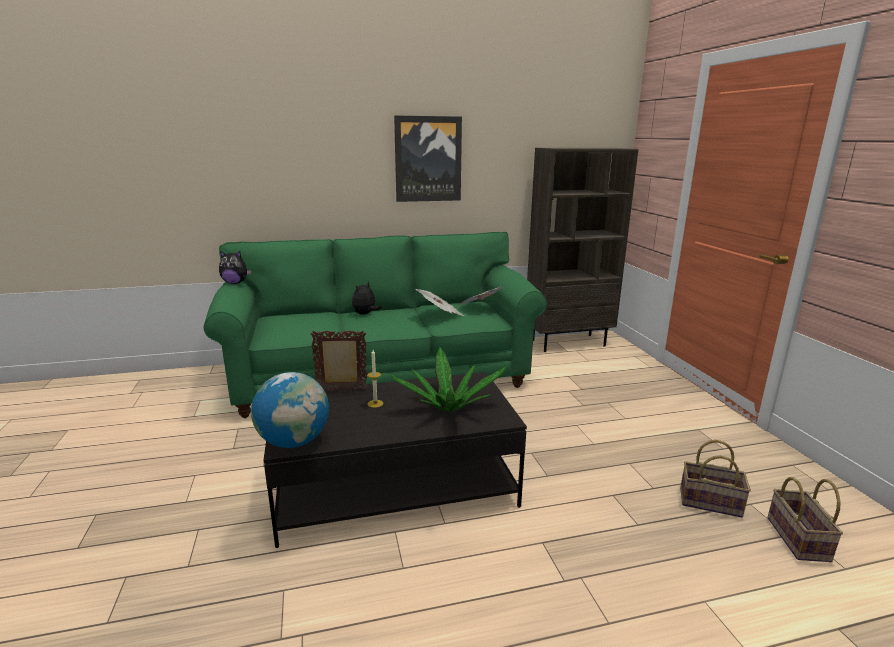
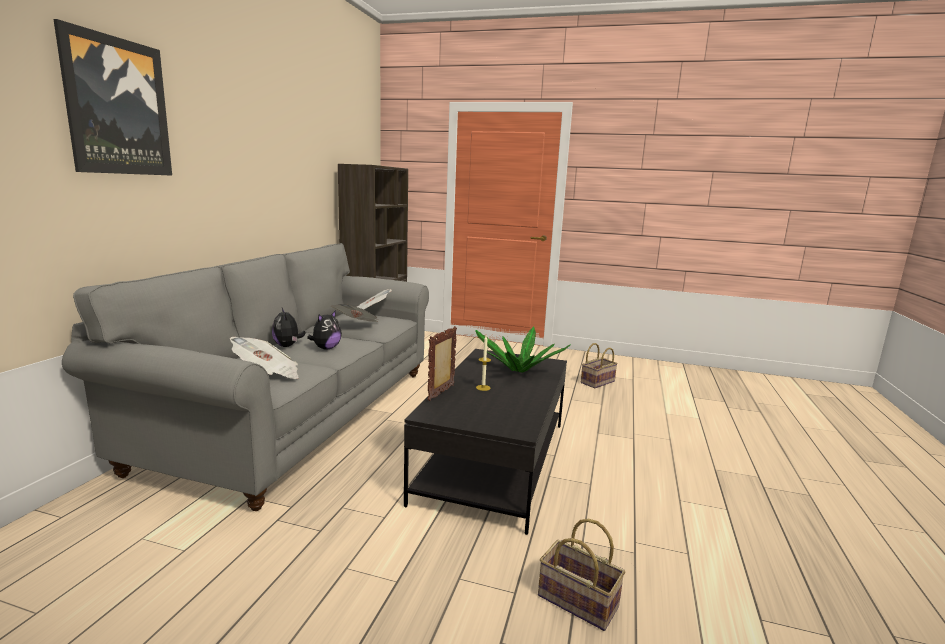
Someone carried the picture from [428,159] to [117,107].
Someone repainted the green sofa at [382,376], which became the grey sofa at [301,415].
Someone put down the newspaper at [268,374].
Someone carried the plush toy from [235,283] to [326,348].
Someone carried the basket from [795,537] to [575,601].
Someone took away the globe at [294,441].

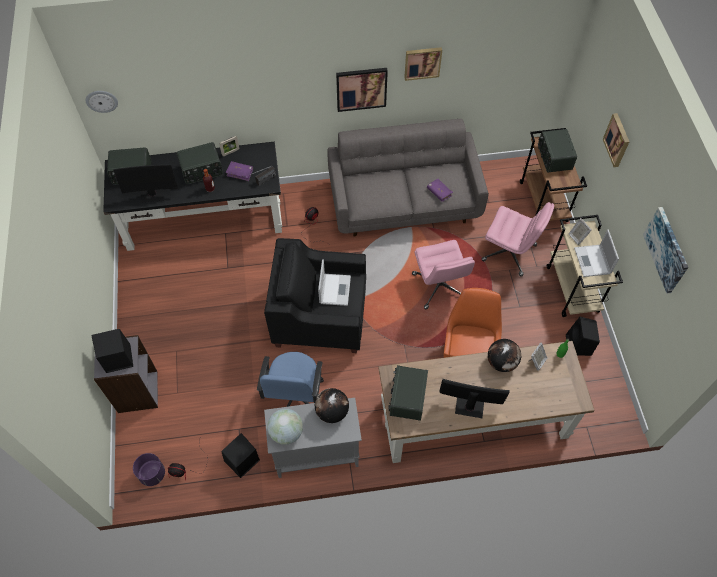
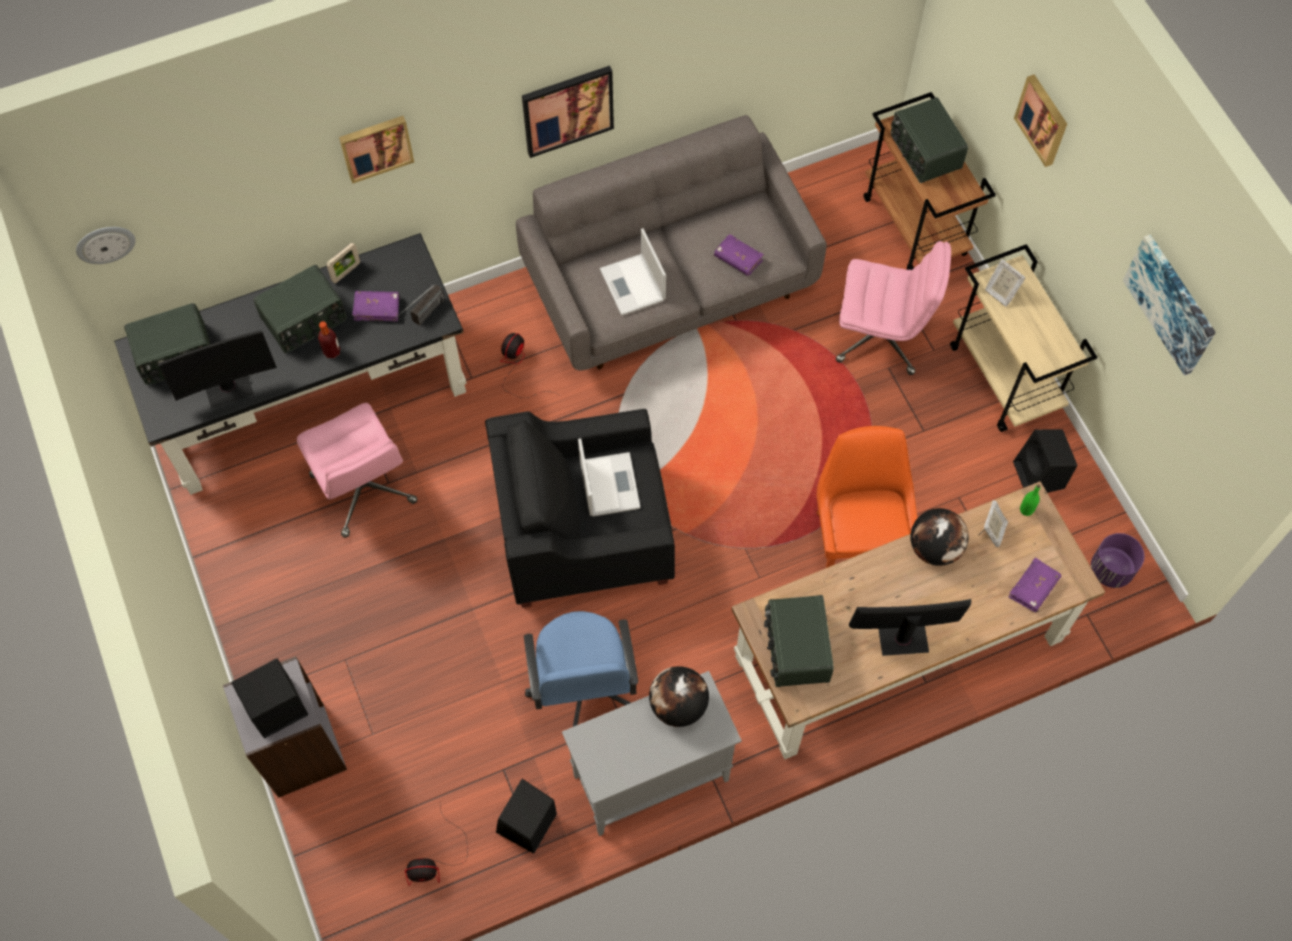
Someone carried the pink office chair from [439,287] to [364,489].
Someone carried the picture from [422,62] to [376,146].
Someone carried the laptop from [592,261] to [633,285].
Someone put down the purple book at [1033,588].
Someone carried the purple planter from [152,474] to [1111,570].
Someone took away the globe at [286,432].

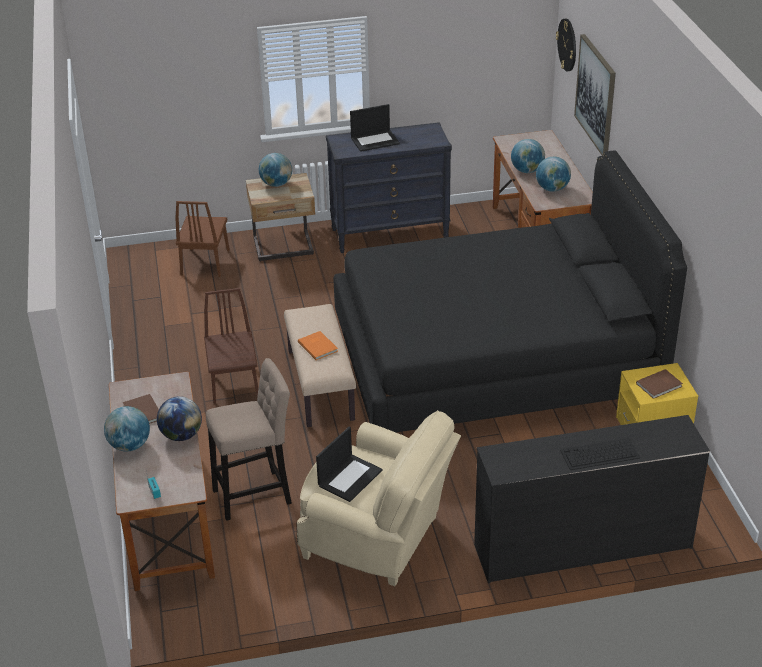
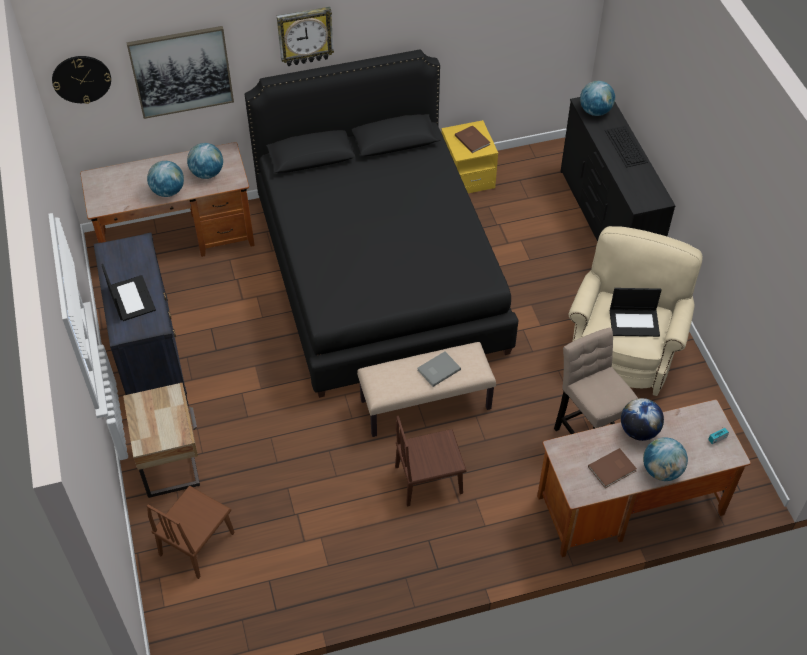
Someone rotated the brown chair at [205,262] by 120 degrees clockwise.
Someone put up the wall clock at [305,36].
Someone repainted the orange book at [318,346], which became the grey book at [437,369].
Someone carried the globe from [276,184] to [595,111].
Someone rotated the laptop at [350,477] by 150 degrees clockwise.

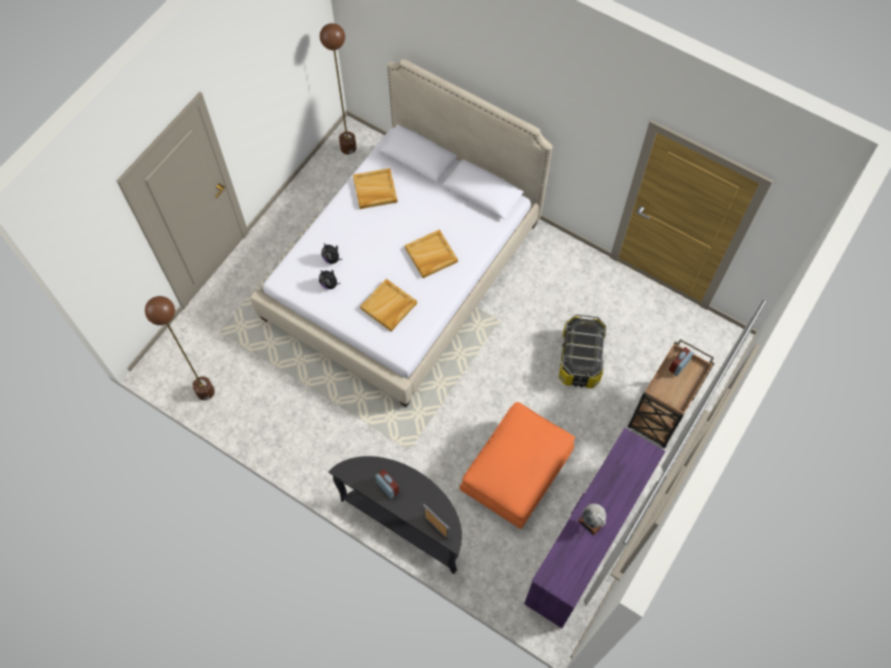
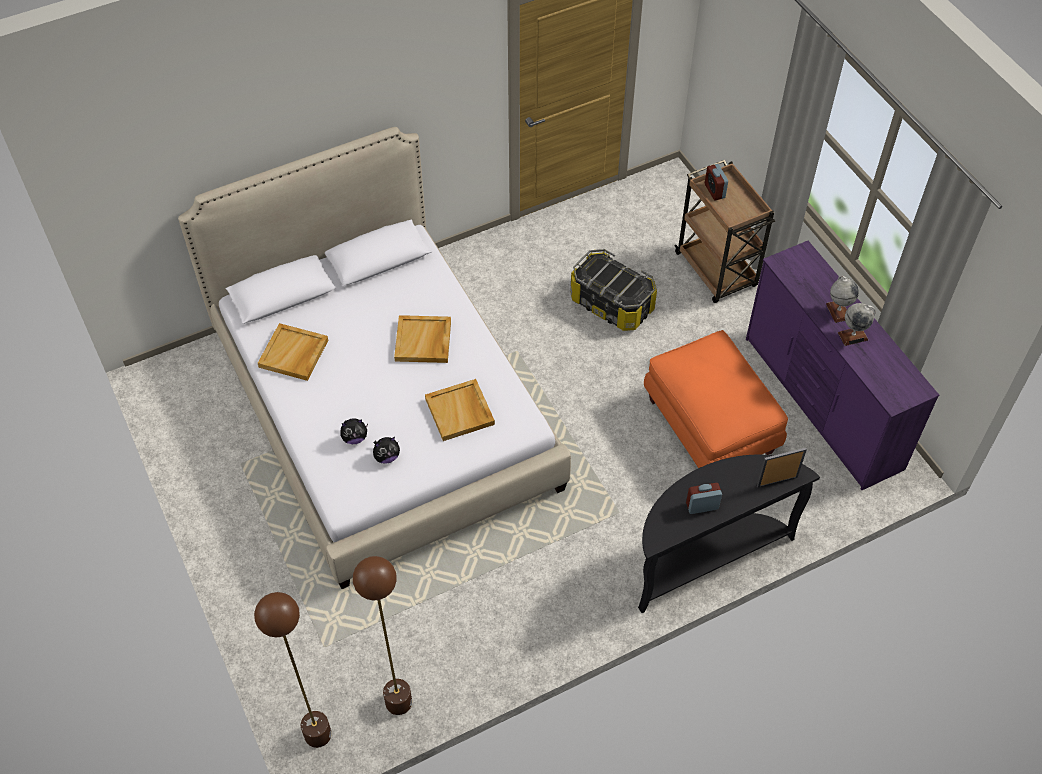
Someone carried the brown floor lamp from [348,148] to [317,734].
Someone put down the globe at [838,311].

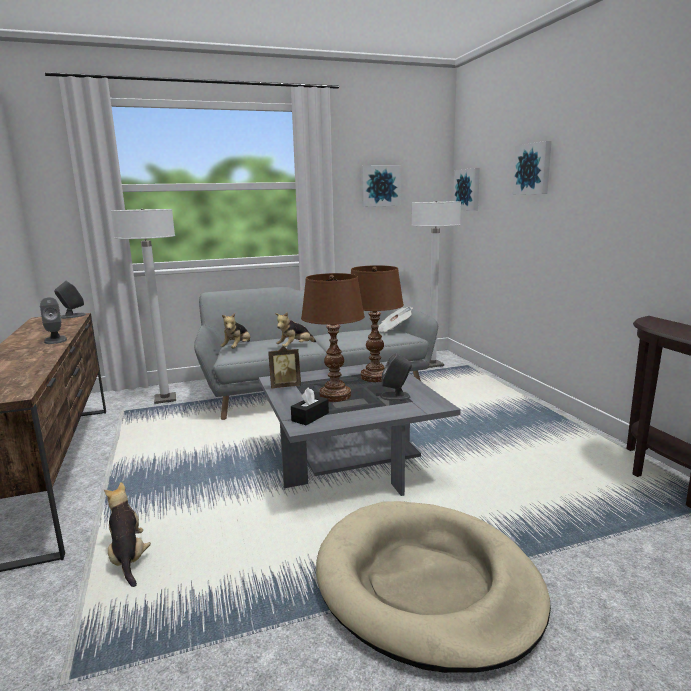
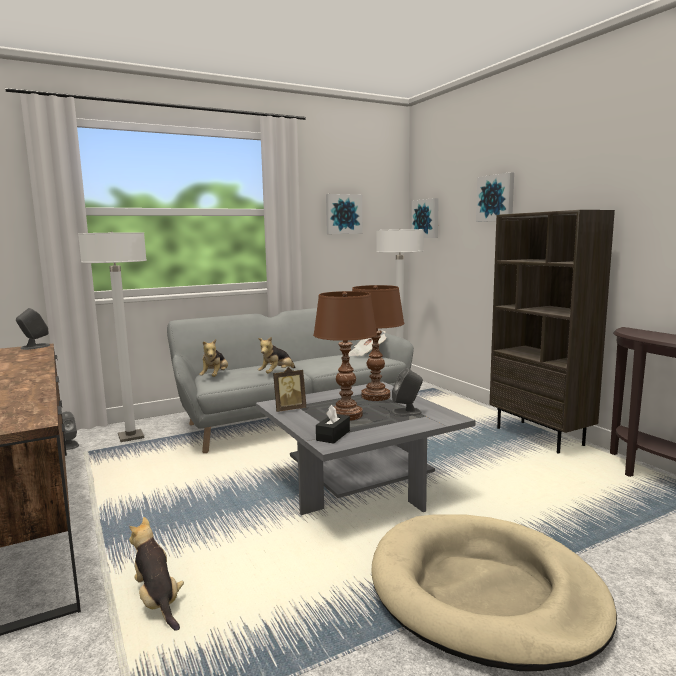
Someone carried the grey speaker from [55,340] to [69,445].
Someone put down the brown bookcase at [540,437].

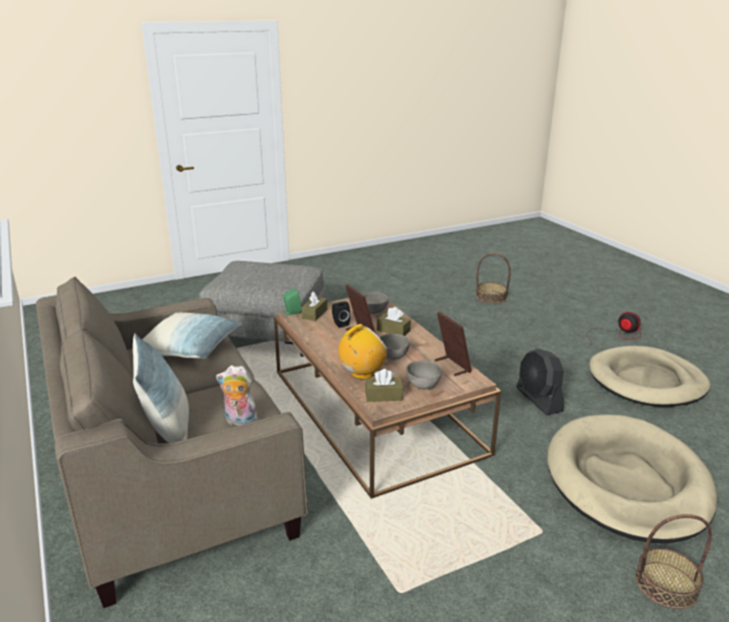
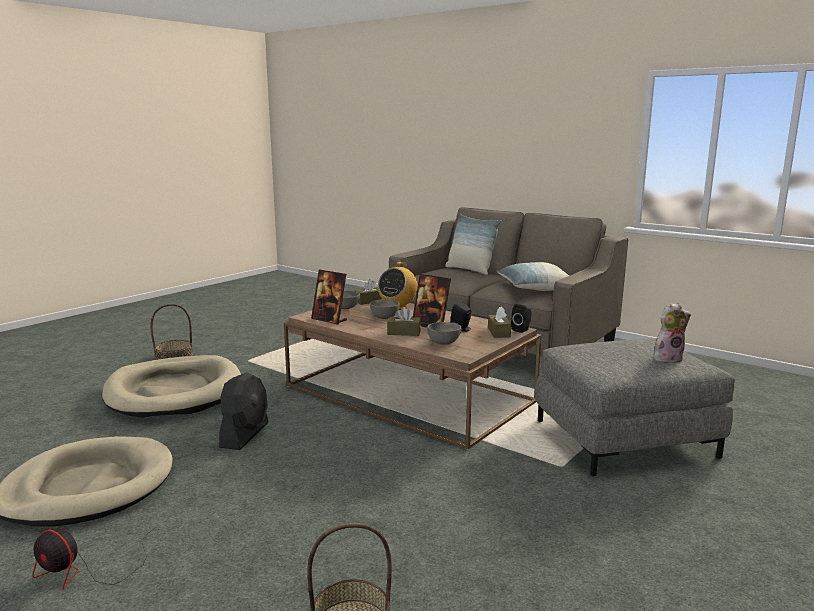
Someone rotated the black fan at [538,400] by 60 degrees clockwise.
Someone repainted the green speaker at [291,313], which became the black speaker at [522,330].
Someone carried the plush toy from [239,421] to [667,358].

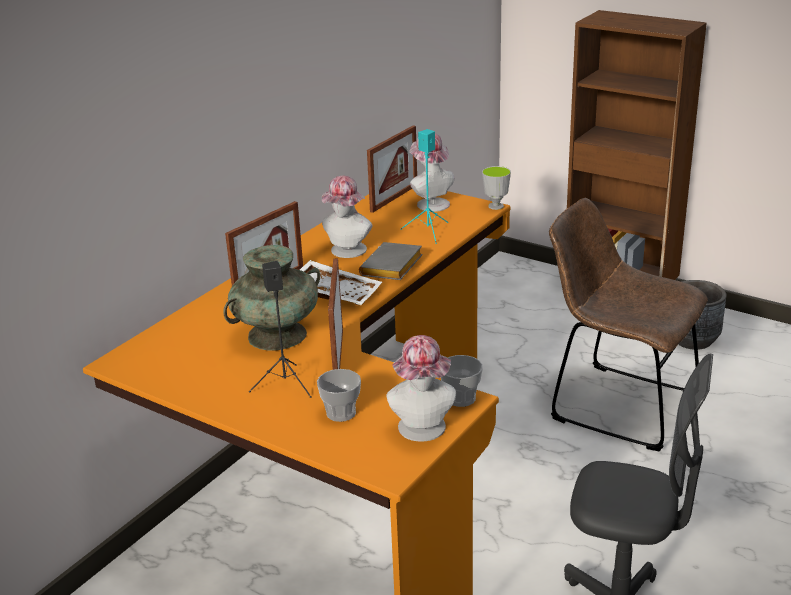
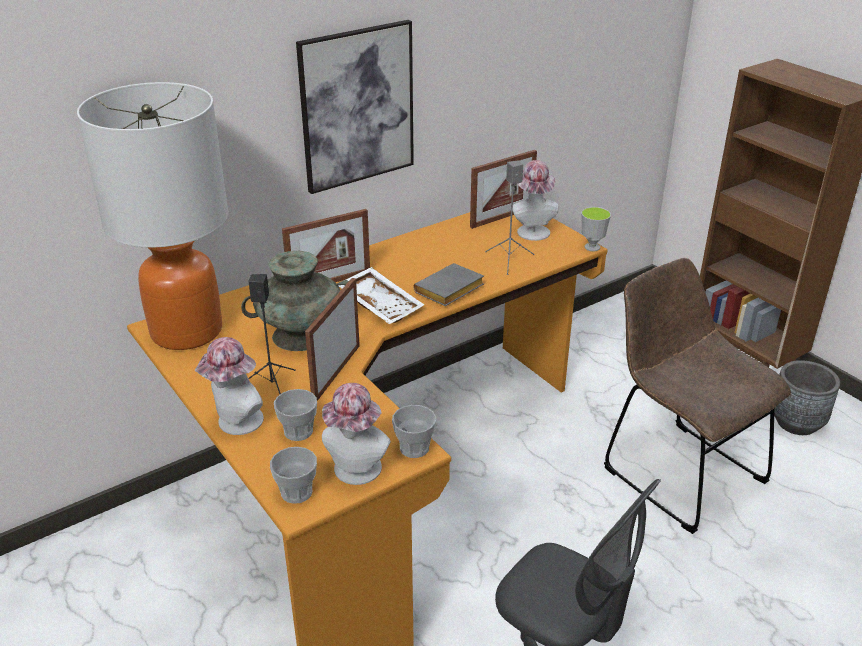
Someone put down the table lamp at [186,331].
Someone carried the hat from [347,252] to [236,423].
Someone put down the cup at [296,492].
Someone put up the picture at [357,106].
Someone repainted the turquoise speaker at [428,231], which became the grey speaker at [509,260].

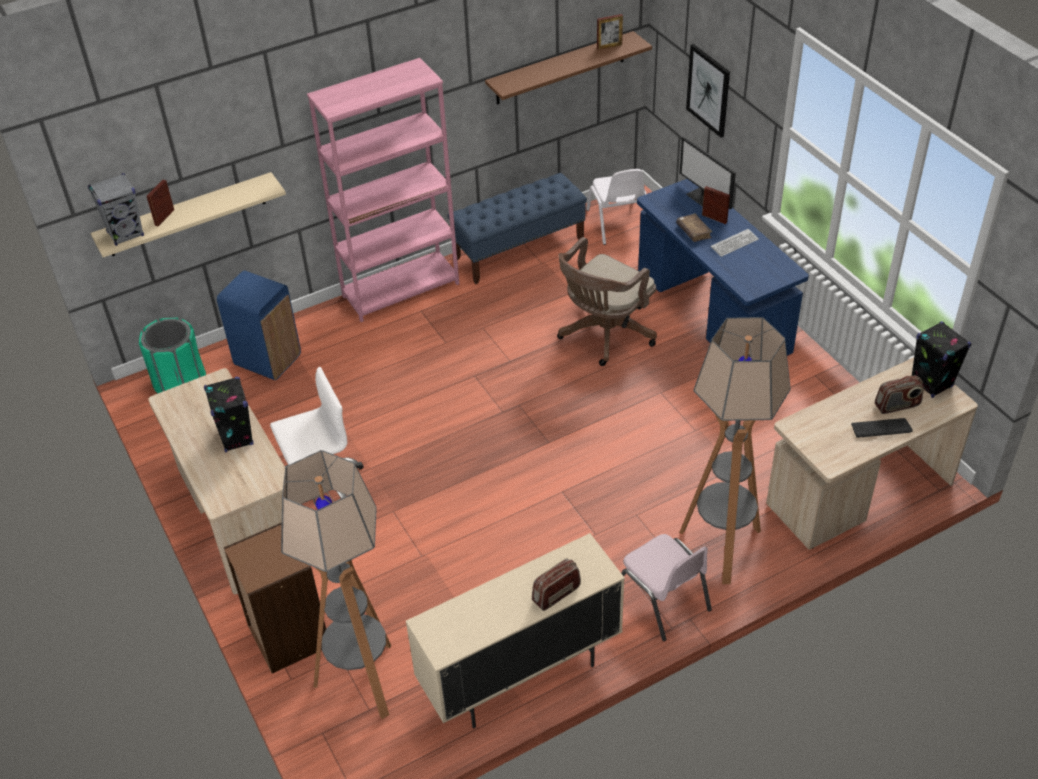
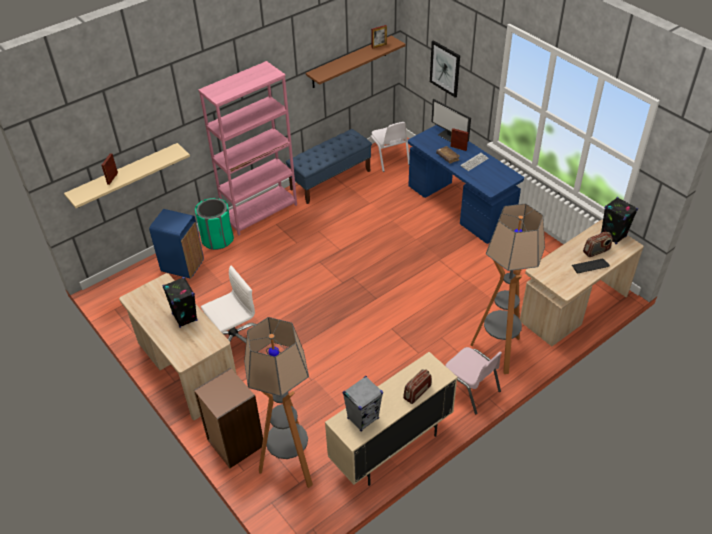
Someone carried the green trash can from [180,383] to [217,239].
Someone carried the grey speaker from [126,234] to [363,418].
Someone took away the brown office chair at [604,335].

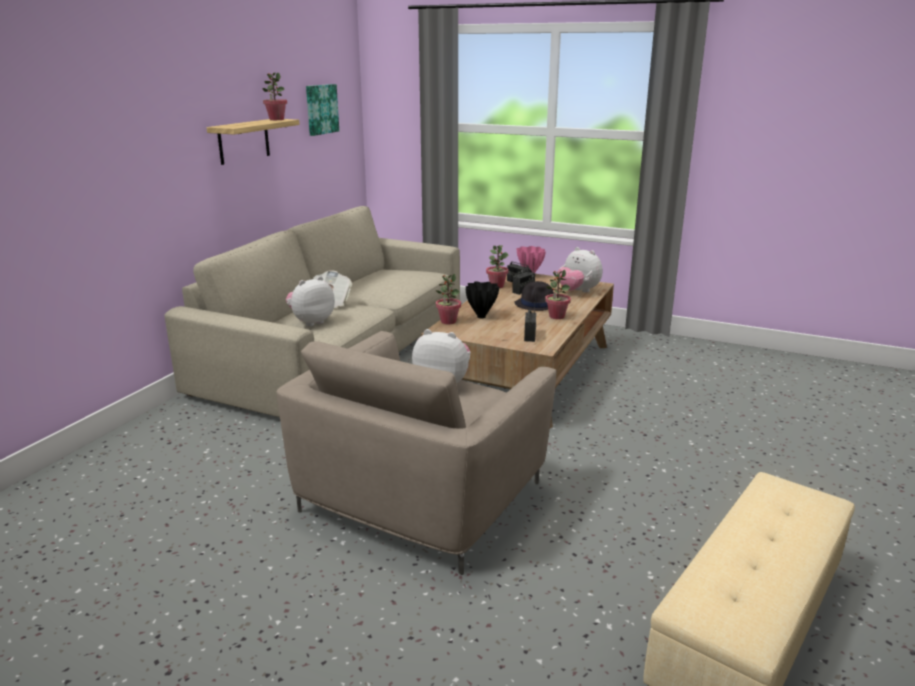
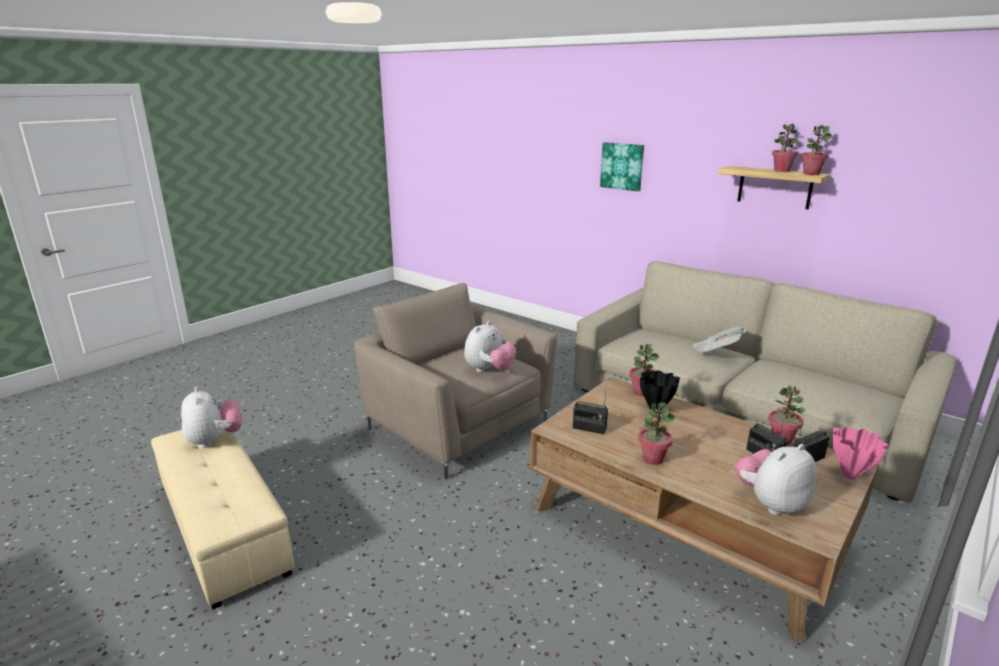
Someone carried the plush toy from [311,322] to [214,440].
Someone carried the picture from [321,109] to [622,166].
Someone put down the potted plant at [781,171].
Someone took away the black hat at [537,304].

